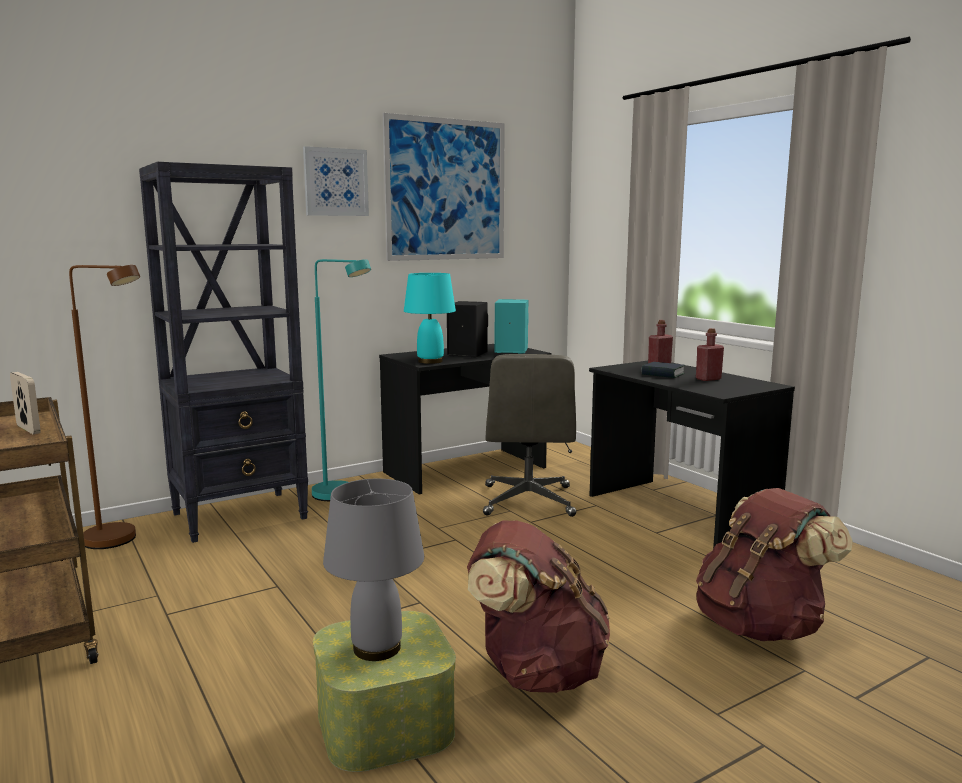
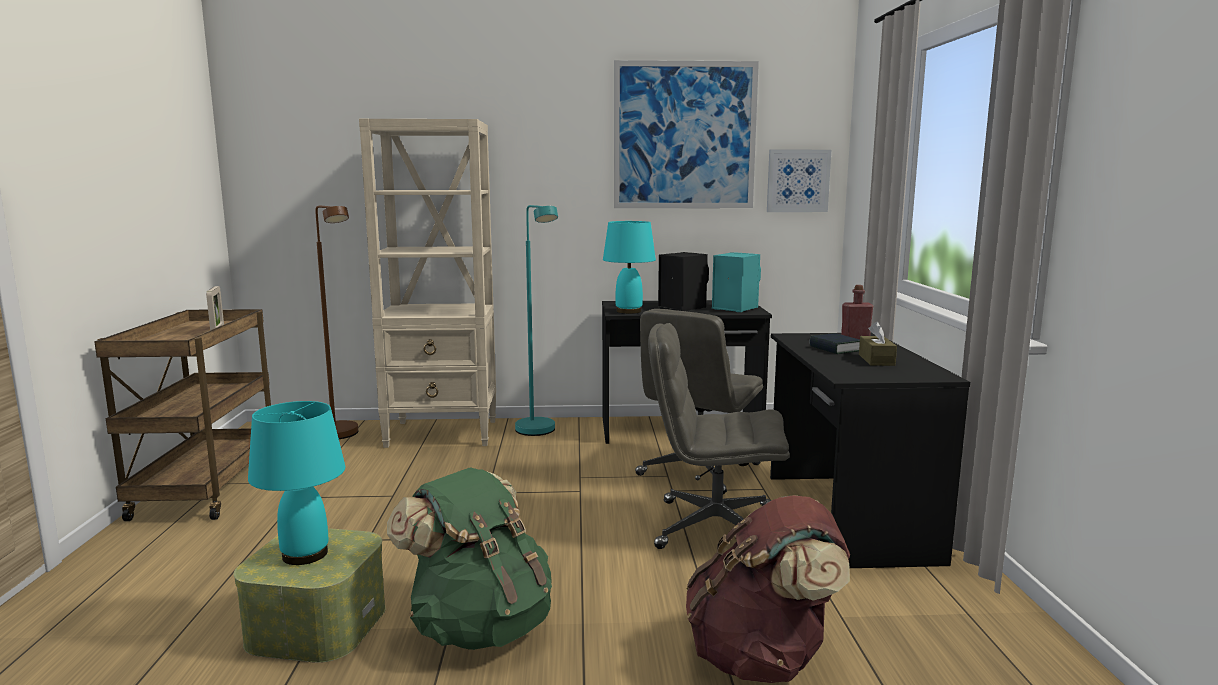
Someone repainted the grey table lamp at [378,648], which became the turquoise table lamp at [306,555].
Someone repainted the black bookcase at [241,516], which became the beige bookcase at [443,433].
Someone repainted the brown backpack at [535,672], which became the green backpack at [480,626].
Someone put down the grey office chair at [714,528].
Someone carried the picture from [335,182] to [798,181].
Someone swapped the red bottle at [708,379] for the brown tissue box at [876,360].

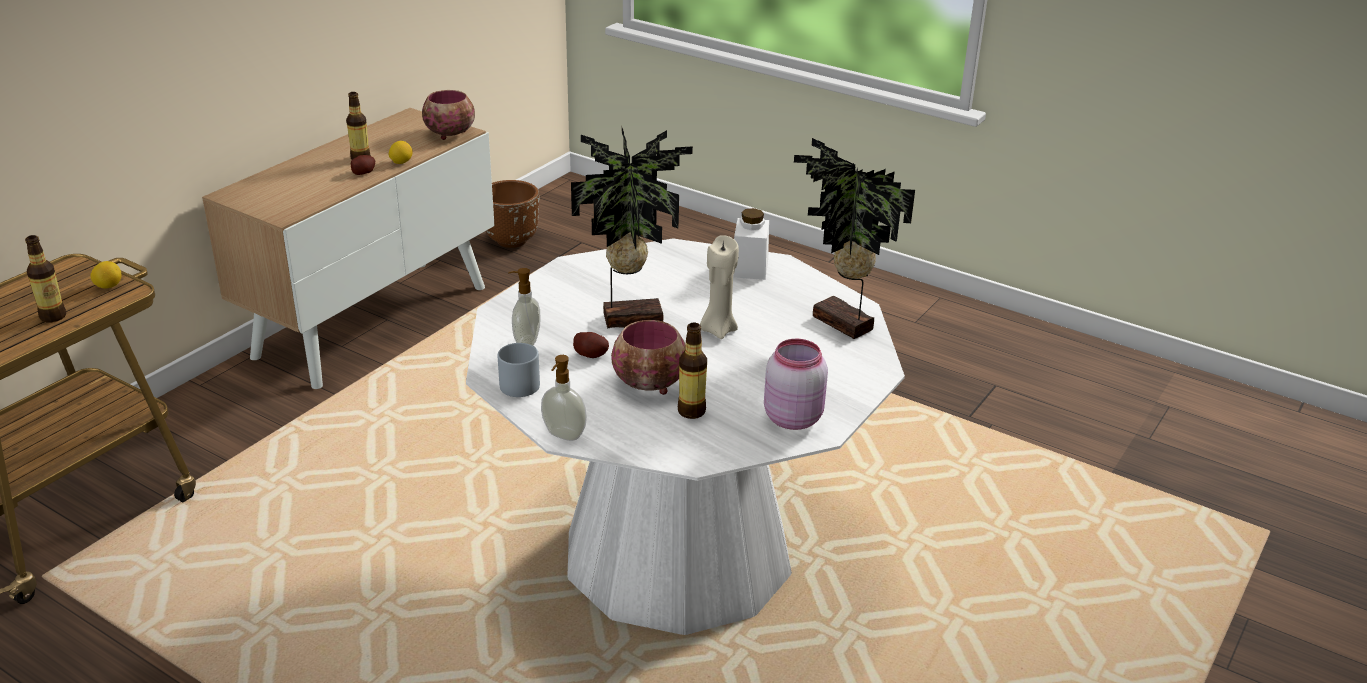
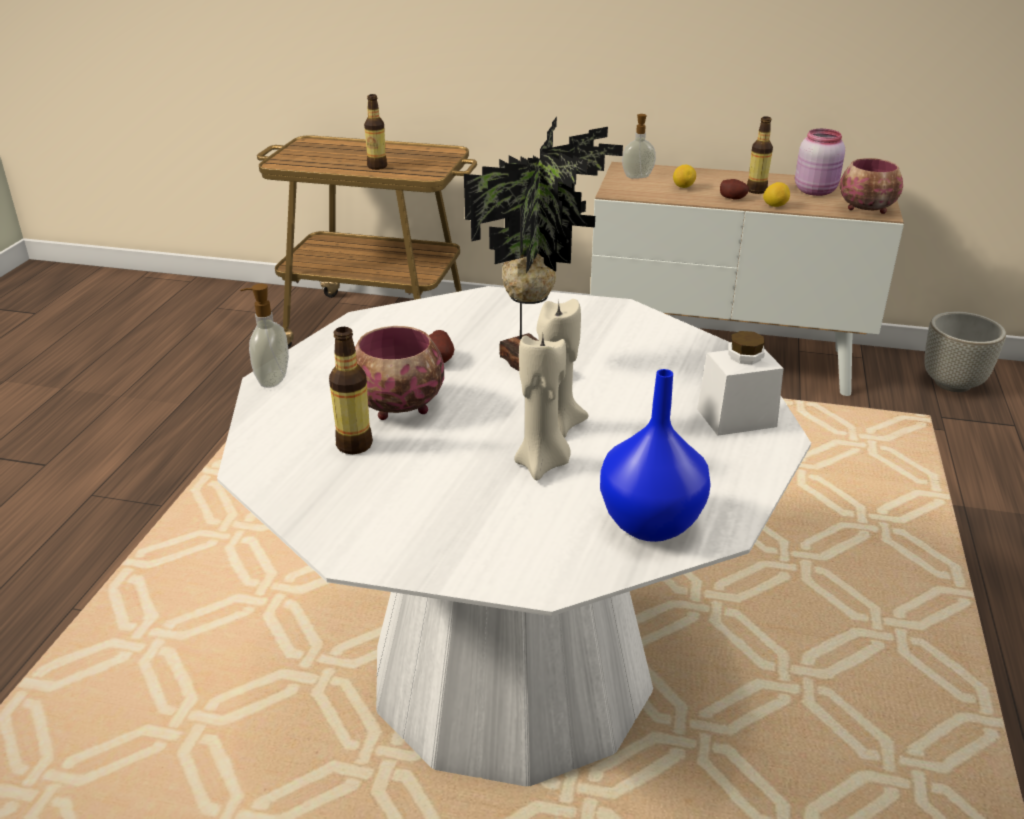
Someone put down the beige candle at [542,464].
Someone swapped the potted plant at [840,325] for the blue vase at [649,522].
Someone carried the soap dispenser from [526,342] to [637,176].
Someone carried the lemon from [109,286] to [683,187].
Someone carried the pink jar from [792,417] to [816,191].
Someone repainted the brown planter at [512,241], which became the grey planter at [952,383].
Someone took away the grey mug at [518,382].

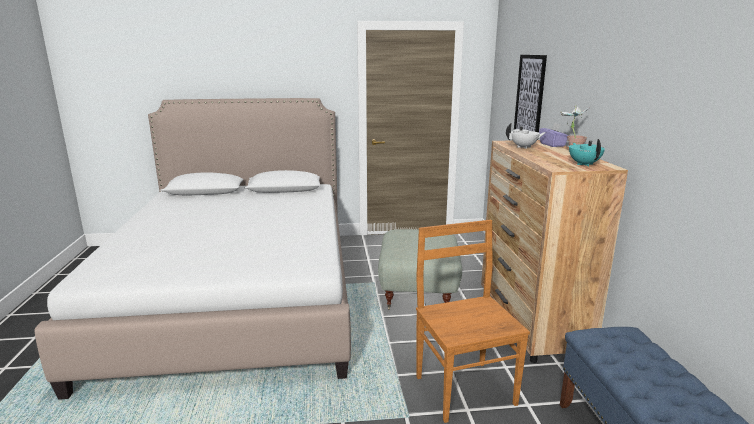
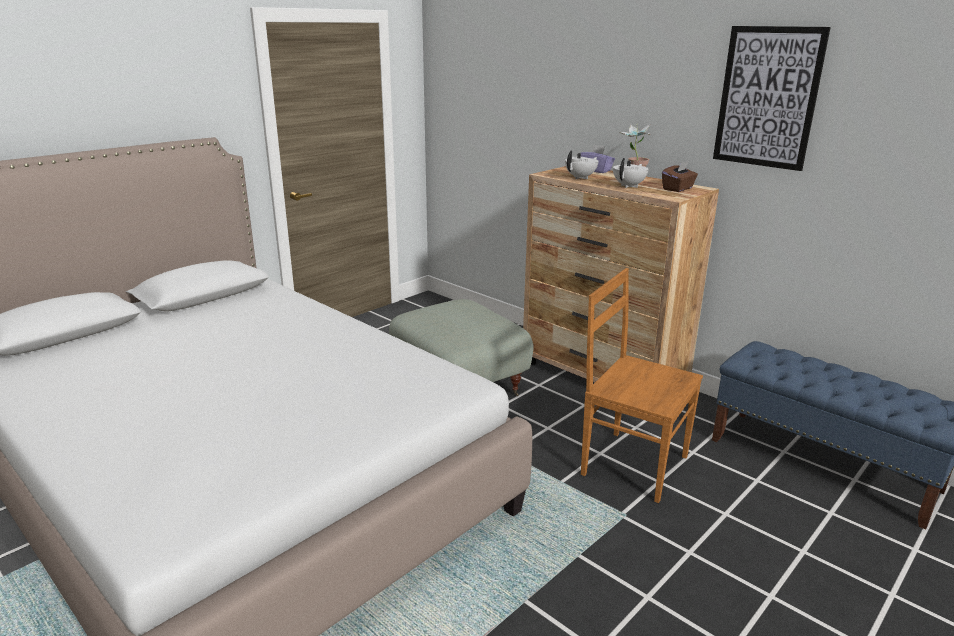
Someone put down the white teapot at [629,186].
Someone swapped the turquoise teapot at [584,164] for the brown tissue box at [678,189].
Someone carried the picture from [529,97] to [767,98].

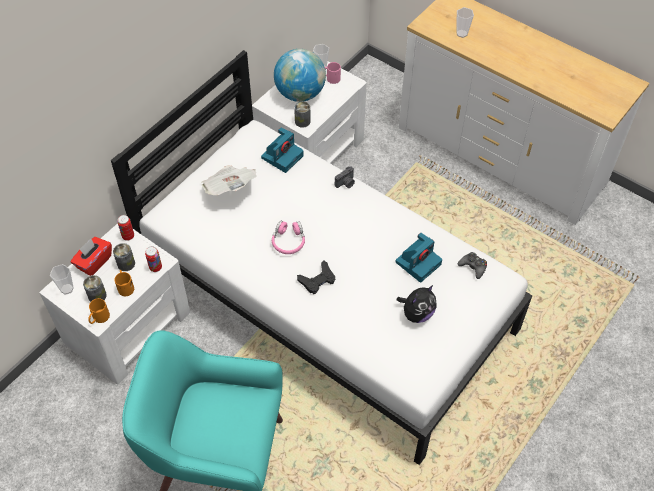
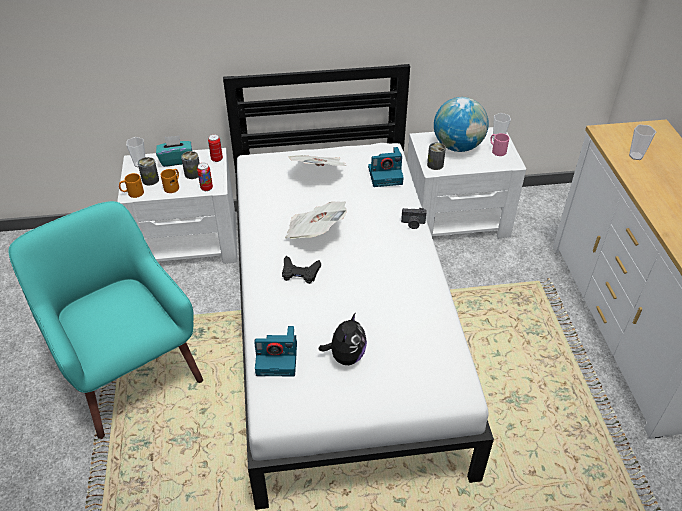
Someone repainted the red tissue box at [94,262], which became the turquoise tissue box at [176,160].
Someone carried the photo camera from [418,262] to [278,358].
Someone swapped the pink headphones at [288,241] for the newspaper at [315,232].
Someone rotated the plush toy at [417,314] by 75 degrees counterclockwise.
Someone took away the black game controller at [473,267].

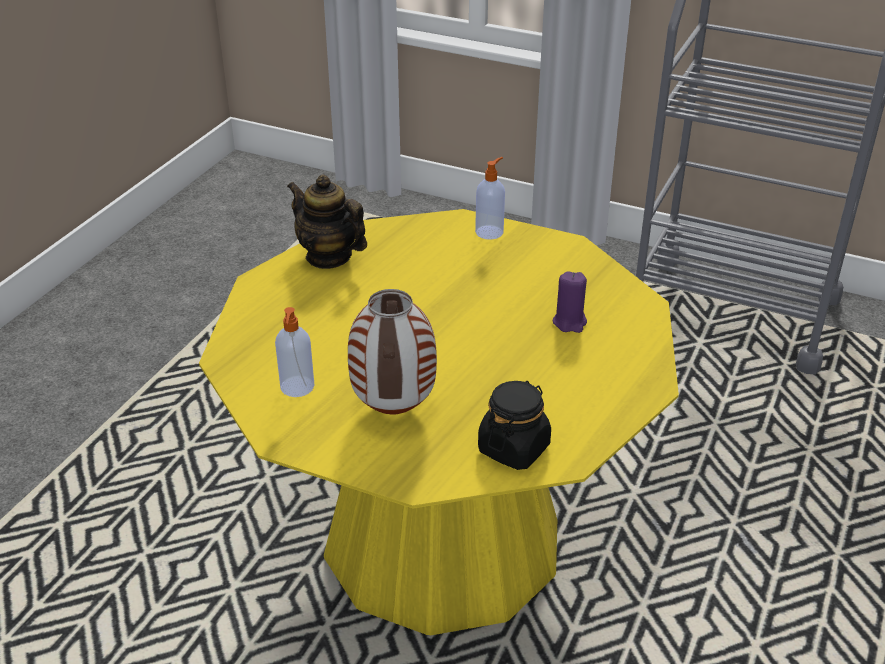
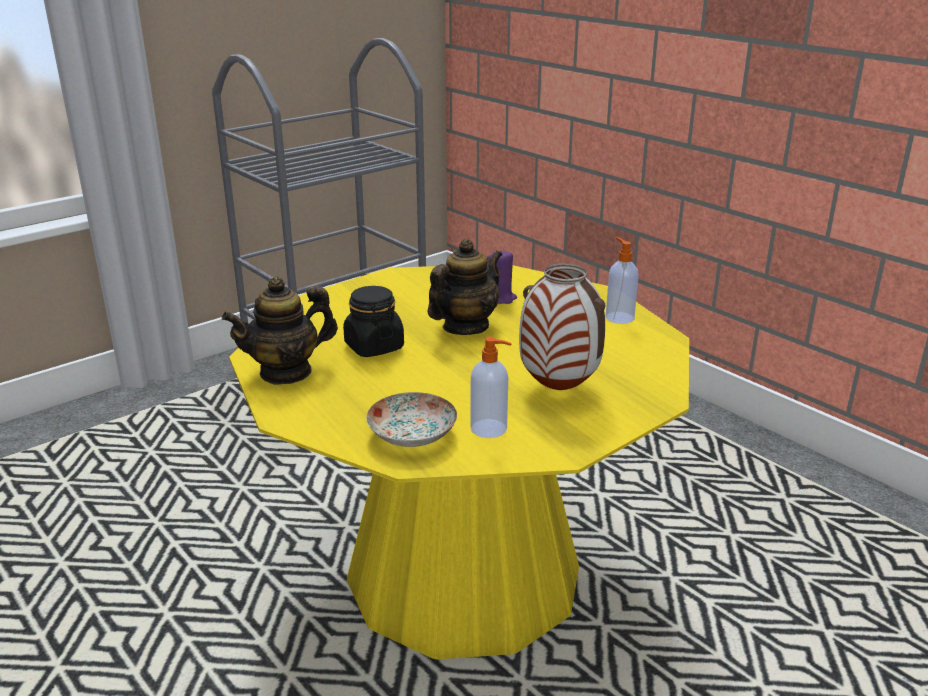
Someone carried the black jar from [514,448] to [374,346].
Someone put down the plate at [413,435].
Someone put down the teapot at [465,327].
Someone carried the soap dispenser from [490,232] to [619,317].

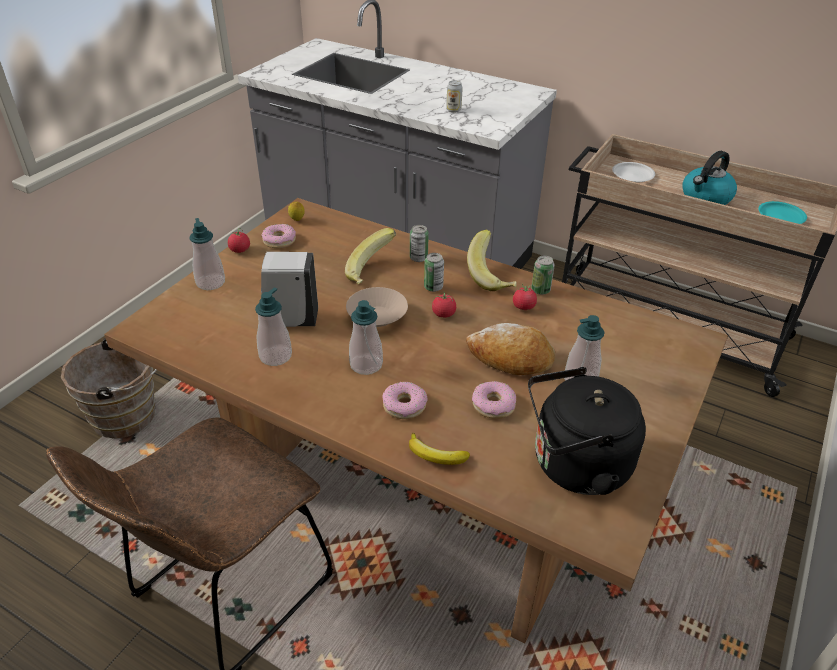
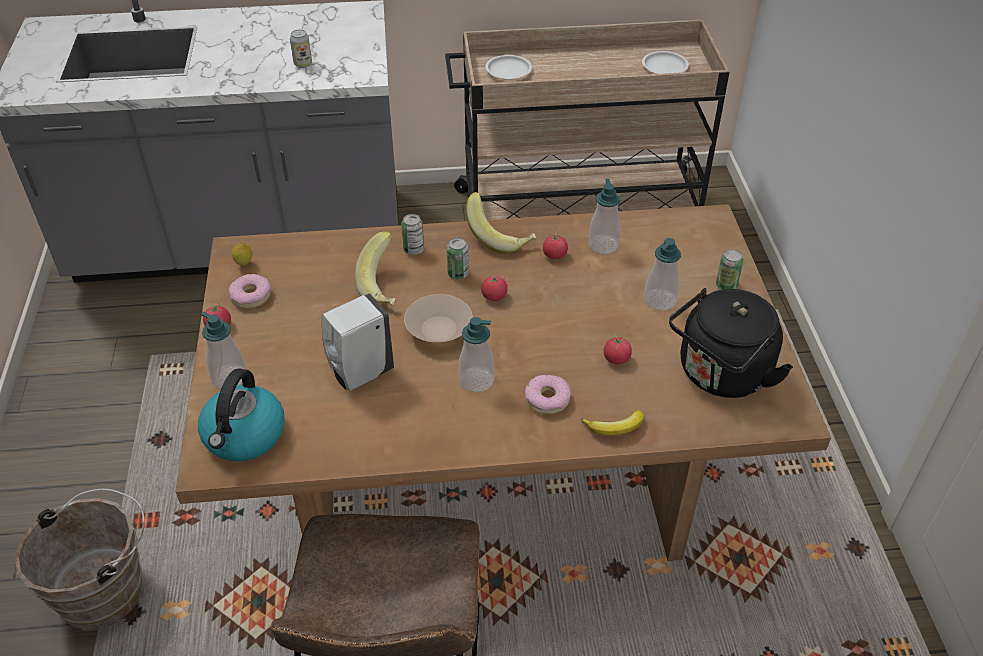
Someone carried the kettle from [705,198] to [244,436].
Someone carried the soap dispenser from [275,356] to [603,245].
Someone swapped the donut at [493,405] for the tomato at [616,359].
Someone repainted the turquoise plate at [781,217], which became the white plate at [665,67].
Someone carried the can from [540,290] to [726,285].
Someone took away the bread at [510,358].

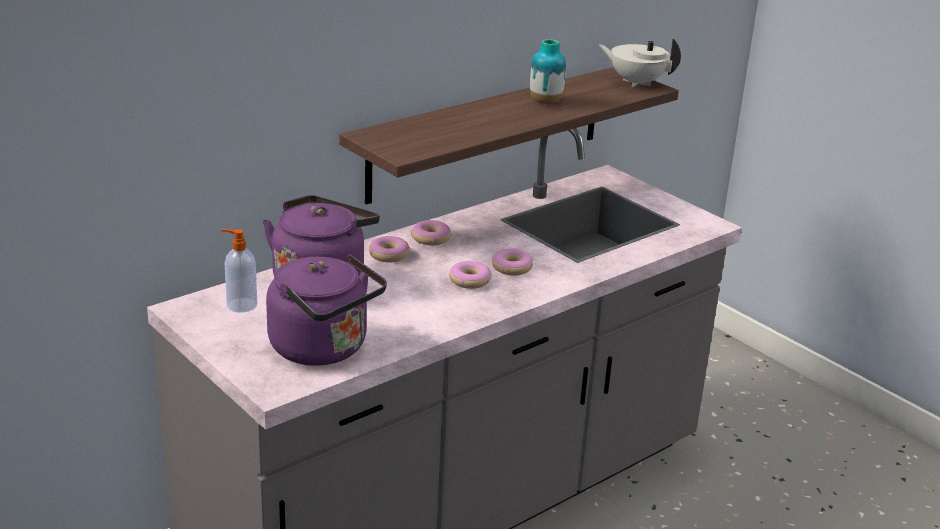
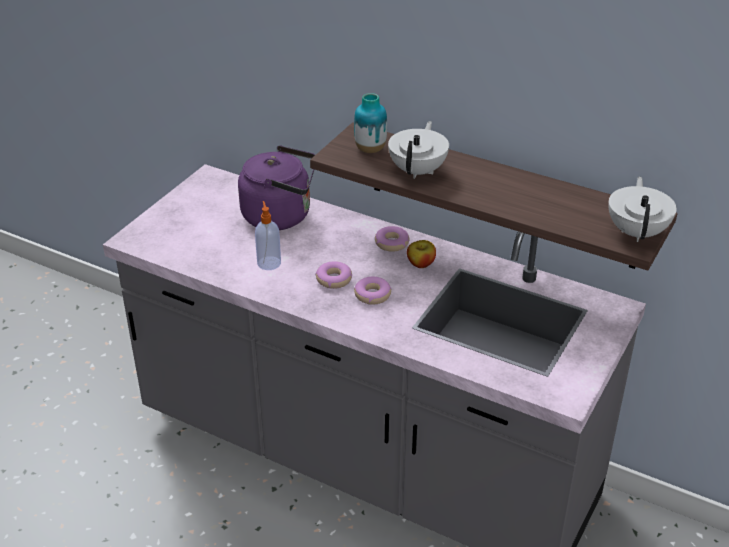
Someone carried the soap dispenser from [240,305] to [269,262].
Someone carried the vase from [545,102] to [370,149].
Someone put down the white teapot at [418,170].
Someone put down the apple at [421,264].
Someone took away the purple kettle at [324,349].
Someone took away the donut at [389,255].

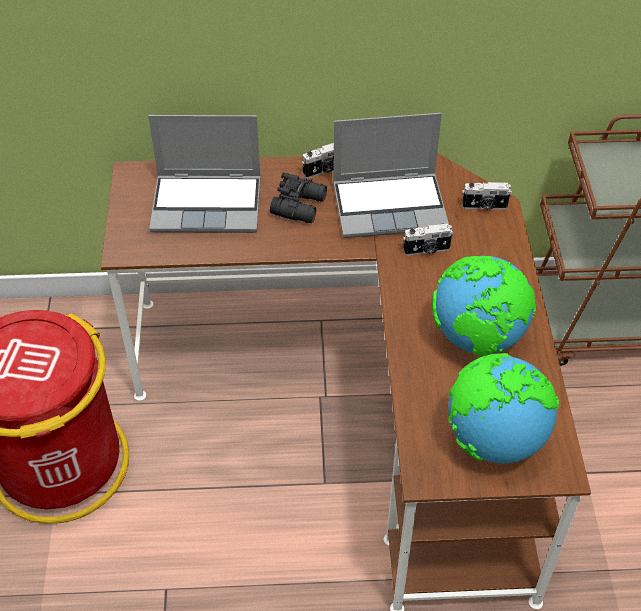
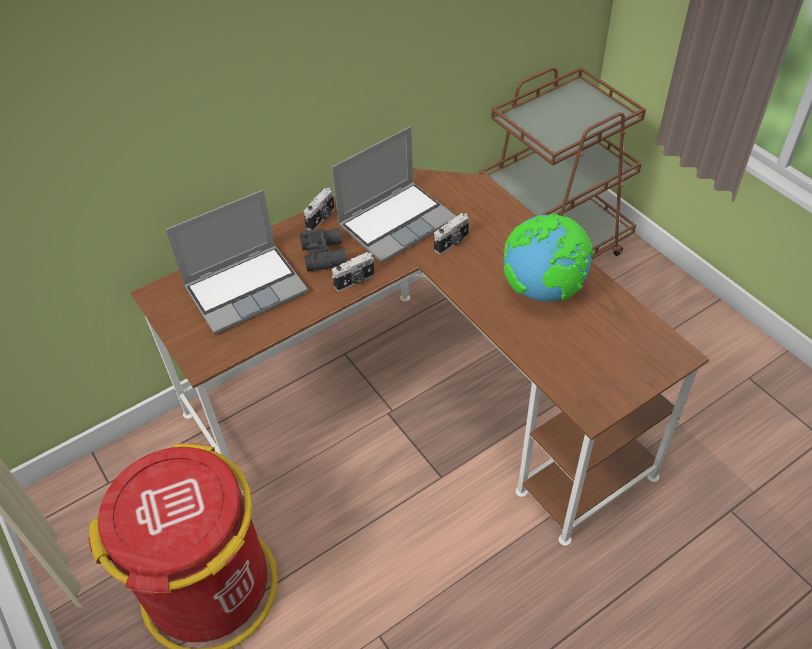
Someone carried the photo camera from [484,206] to [355,281].
Someone took away the globe at [493,439].

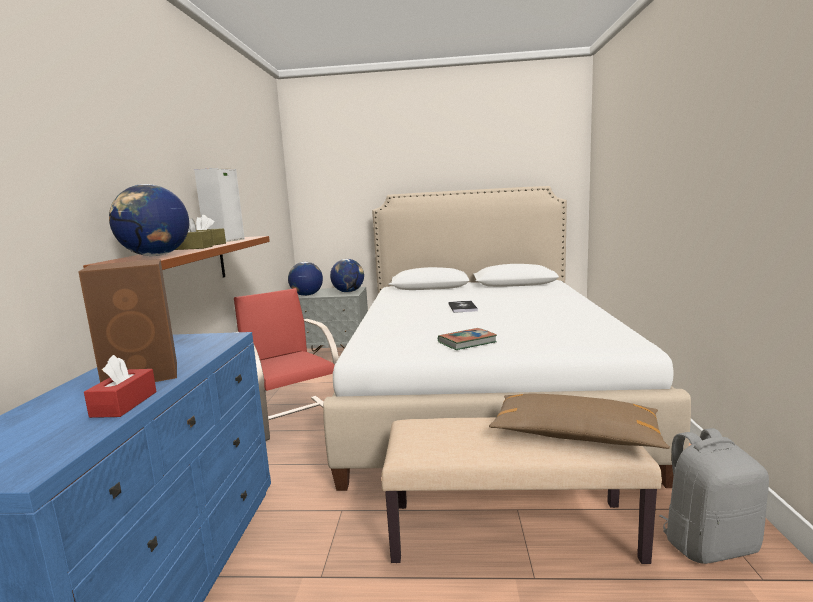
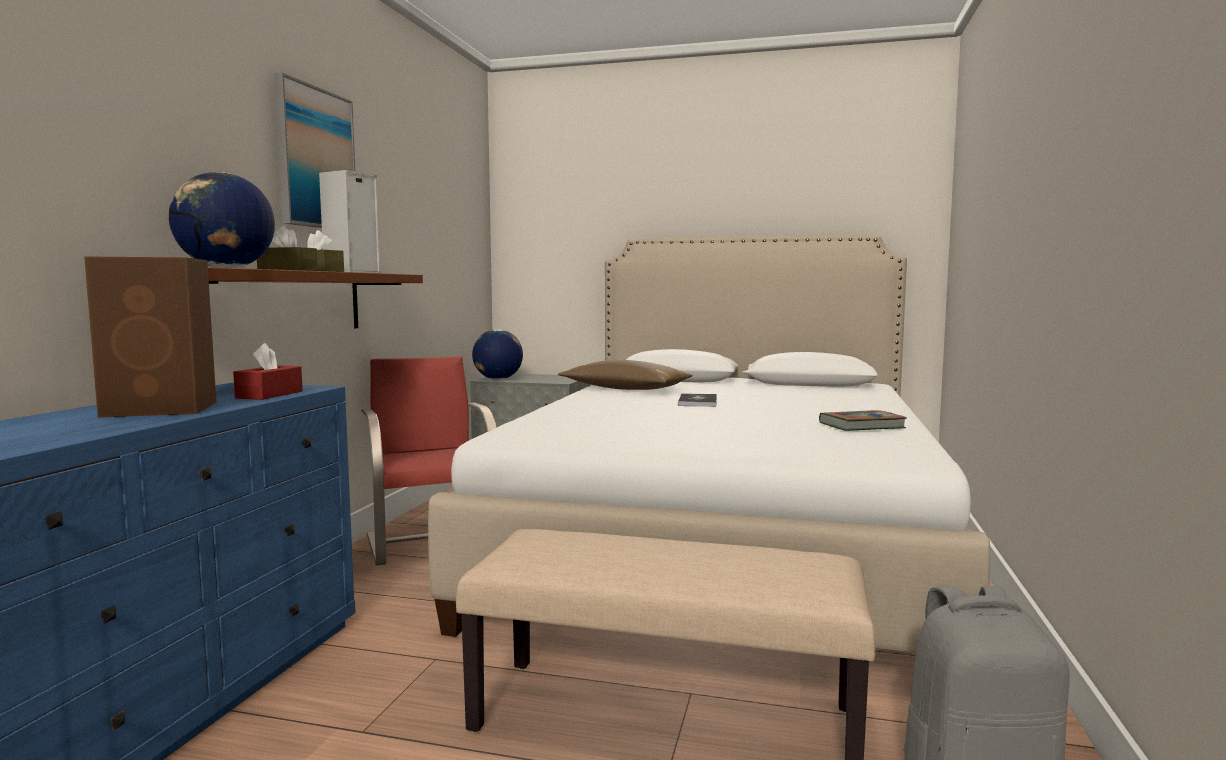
Someone carried the red tissue box from [124,404] to [269,394].
Someone put up the picture at [315,158].
Someone carried the brown pillow from [574,435] to [625,389].
Someone carried the book from [467,342] to [861,426].
Someone took away the globe at [348,292].

